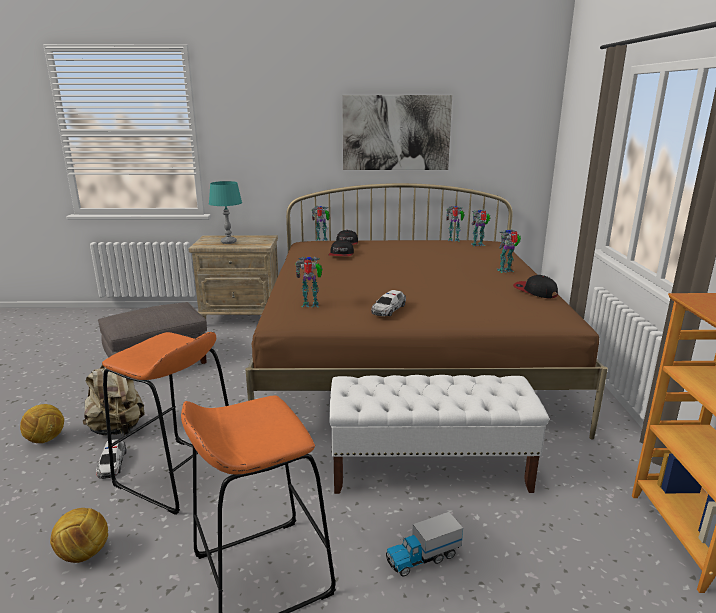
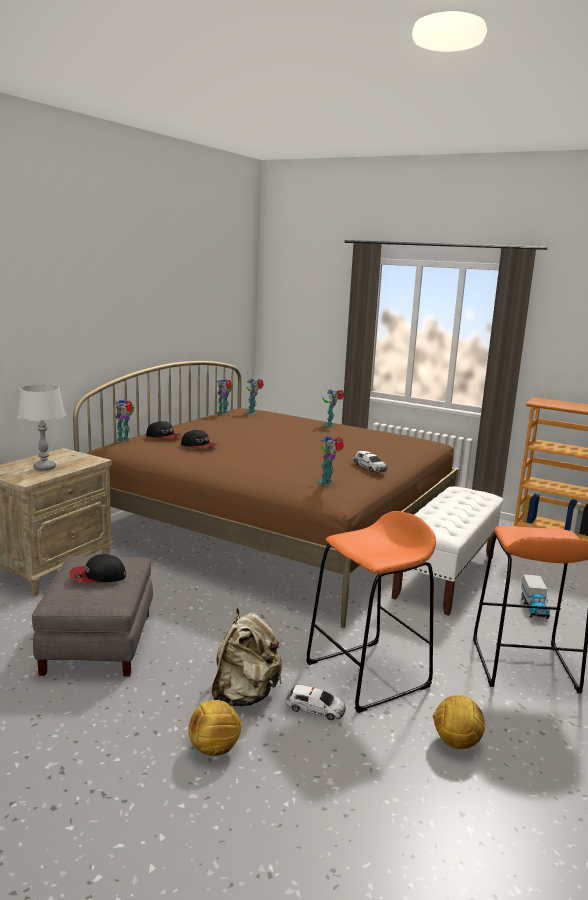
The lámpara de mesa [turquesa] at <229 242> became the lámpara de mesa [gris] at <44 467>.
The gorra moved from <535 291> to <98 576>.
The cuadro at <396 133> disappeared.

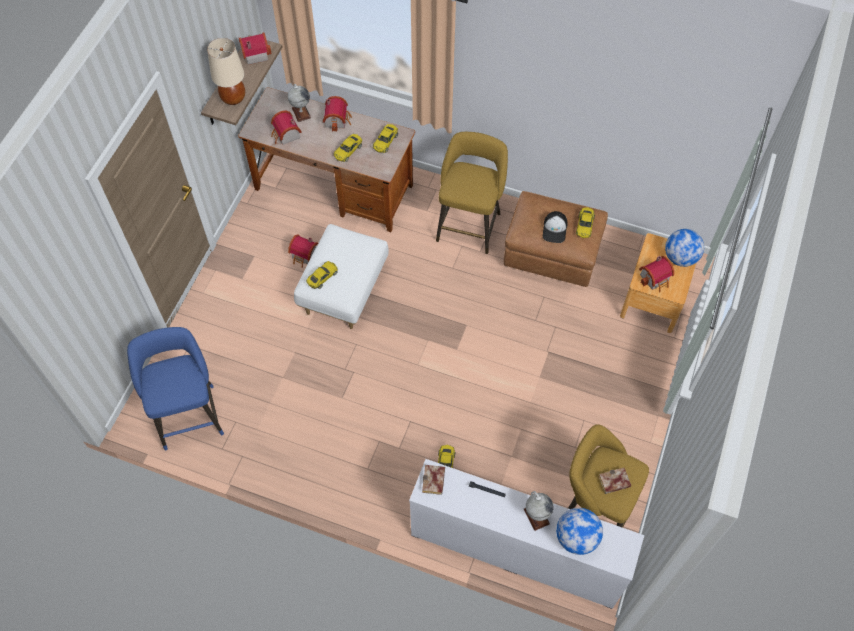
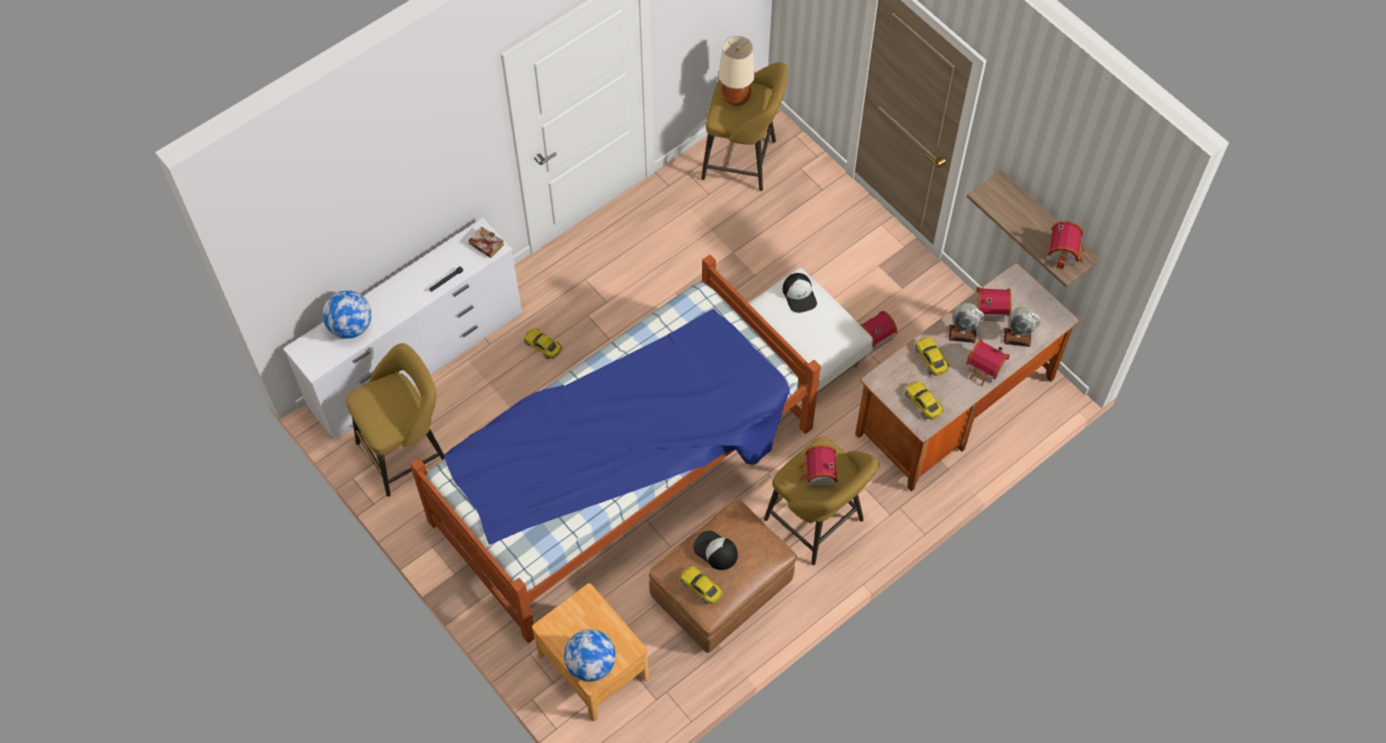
The cama at <624 476> appeared.
The taburete [azul] at <188 413> became the taburete [amarillo] at <744 161>.
The lámpara de mesa [beis] moved from <233 98> to <736 98>.
The coche de juguete [amarillo] at <322 277> was replaced by the gorra at <799 295>.
The casita moved from <655 279> to <818 474>.
The globo terráqueo moved from <536 516> to <962 333>.
The libro at <613 483> disappeared.

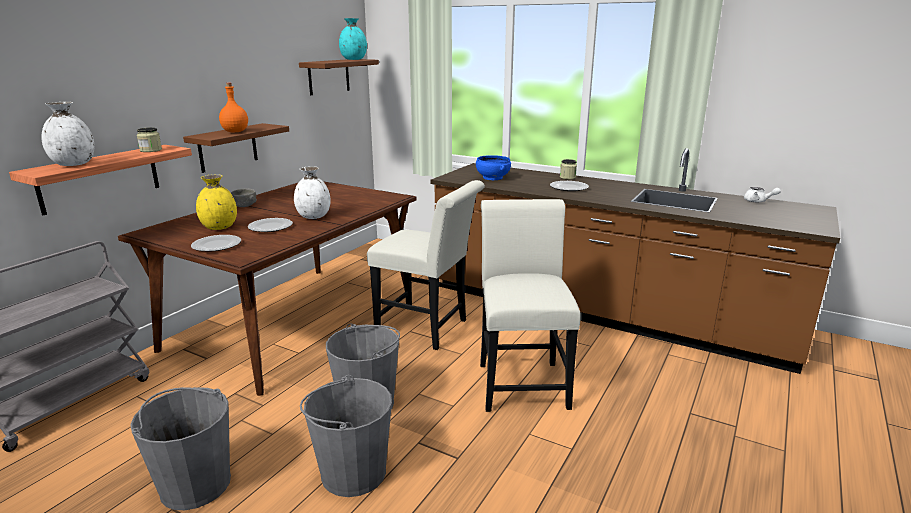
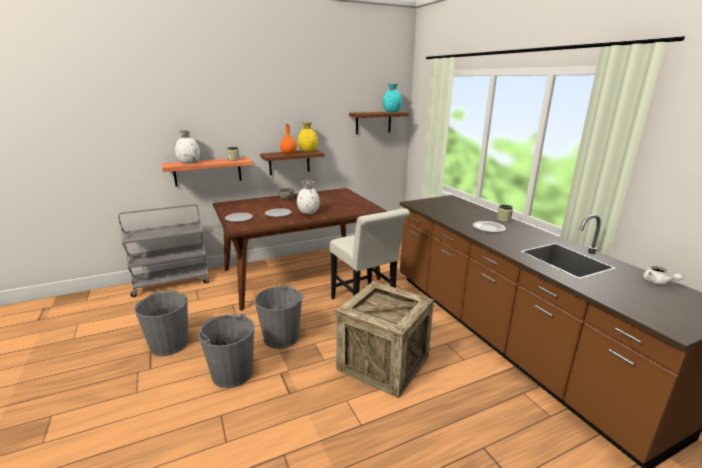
The florero [amarillo] moved from <219 227> to <308 151>.
The silla [blanco] at <521 381> was replaced by the caja de embalaje at <383 363>.
The cuenco [azul] at <492 178> disappeared.

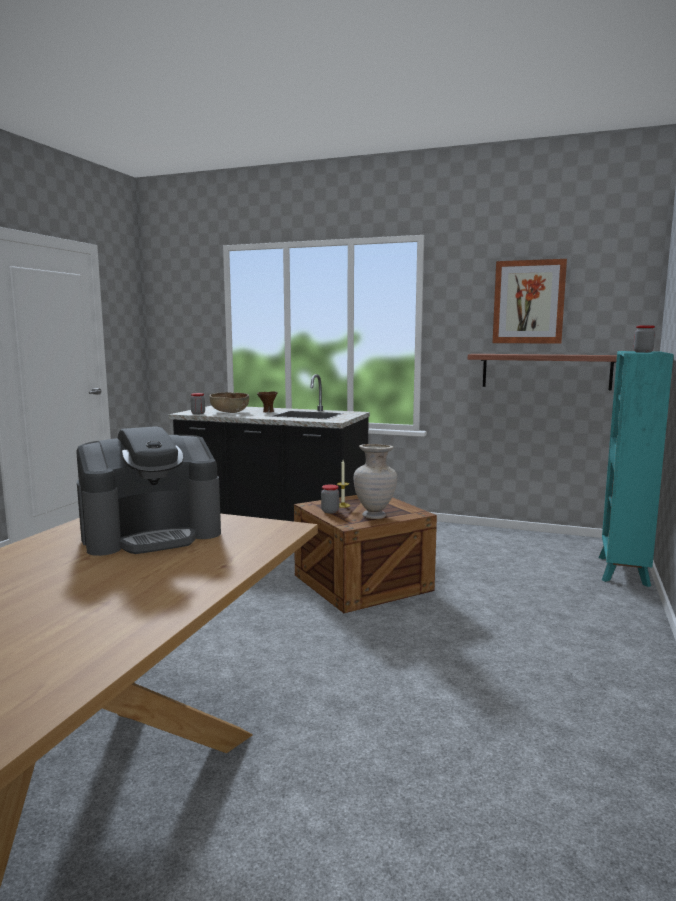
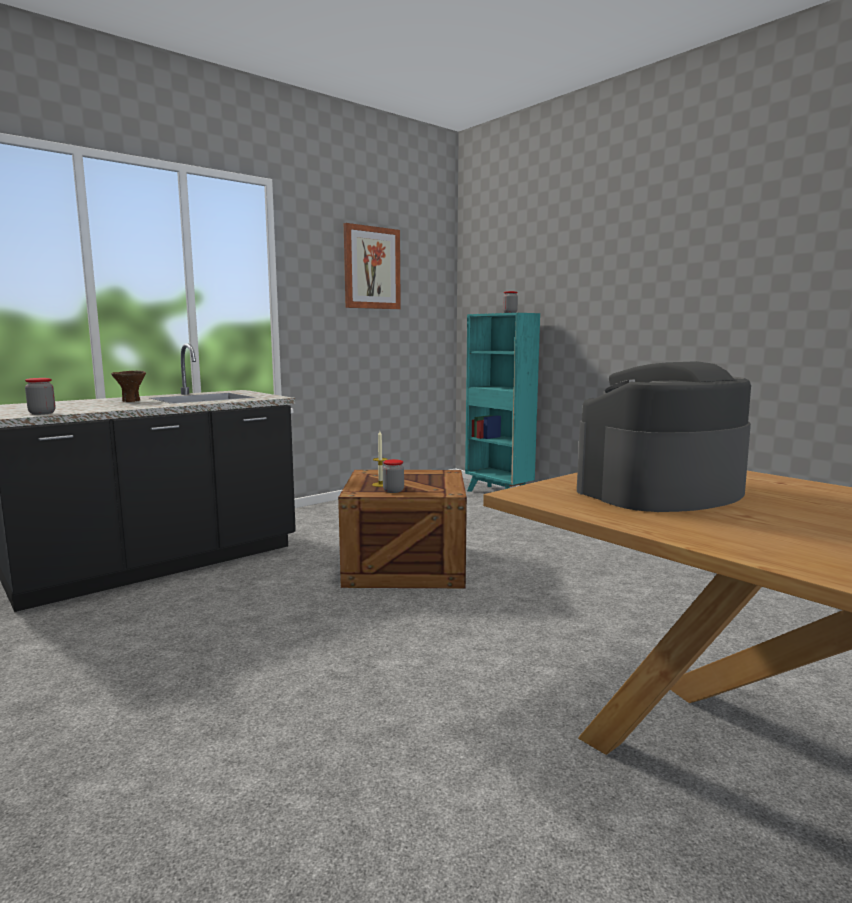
The cafetera at <152 534> turned 120 degrees counterclockwise.
The cuenco [marrón] at <230 412> disappeared.
The florero [beis] at <375 516> disappeared.
The estante at <546 371> disappeared.

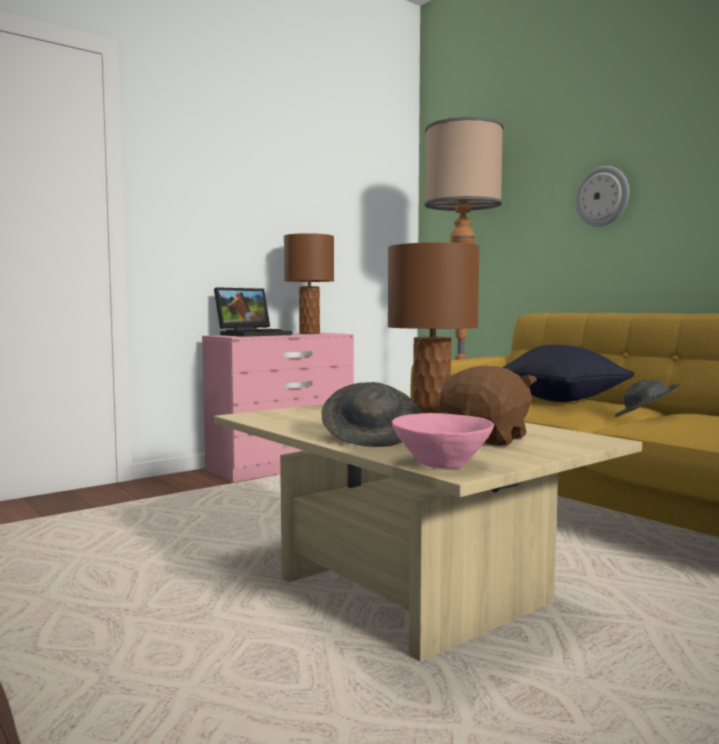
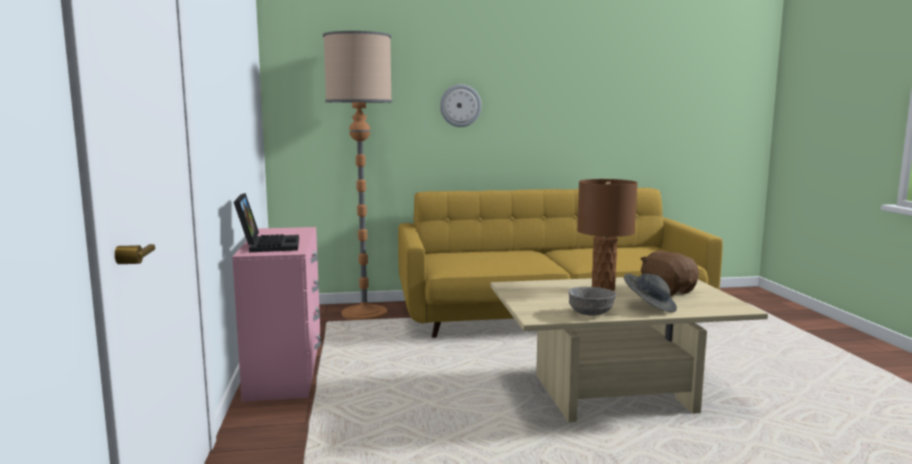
The cuenco [gris] at <590 314> appeared.
The lámpara de mesa [marrón] at <309 333> disappeared.
The cuenco [rosa] at <442 465> disappeared.
The cojín [negro] at <562 400> disappeared.
The sombrero [gris] at <646 418> disappeared.

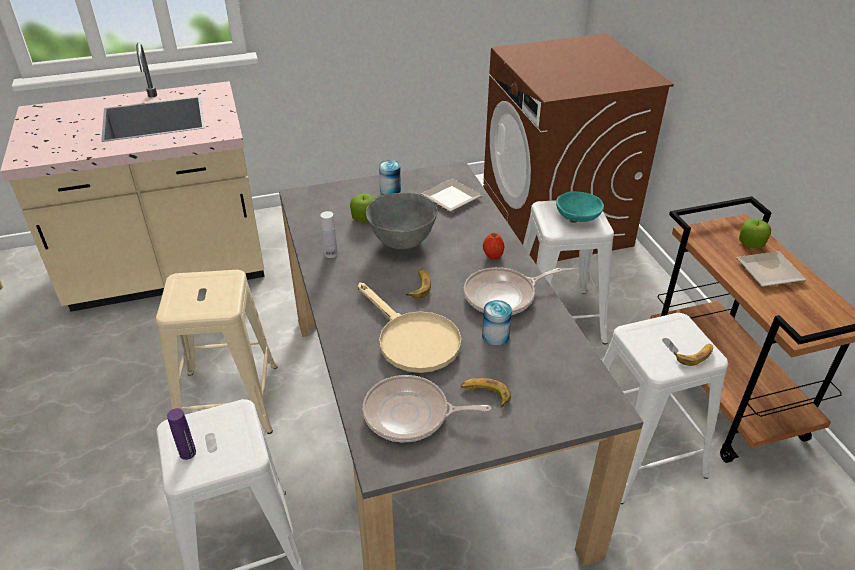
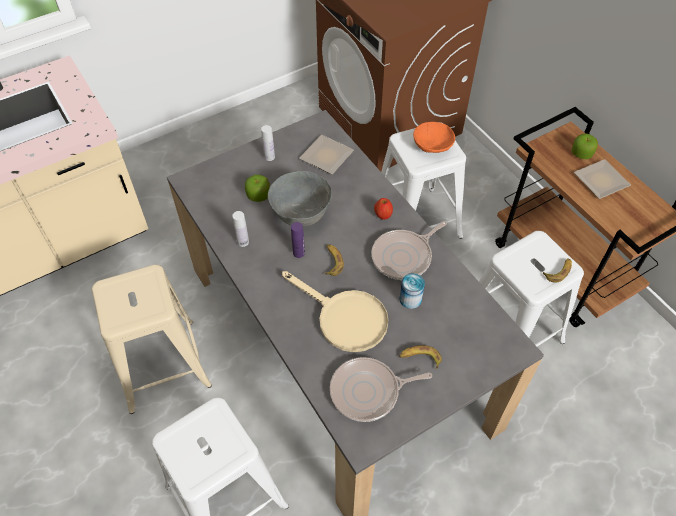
The lata at <390 189> was replaced by the botella [blanco] at <269 157>.
The botella [morado] moved from <187 453> to <298 253>.
The cuenco [turquesa] at <578 218> became the cuenco [naranja] at <433 147>.

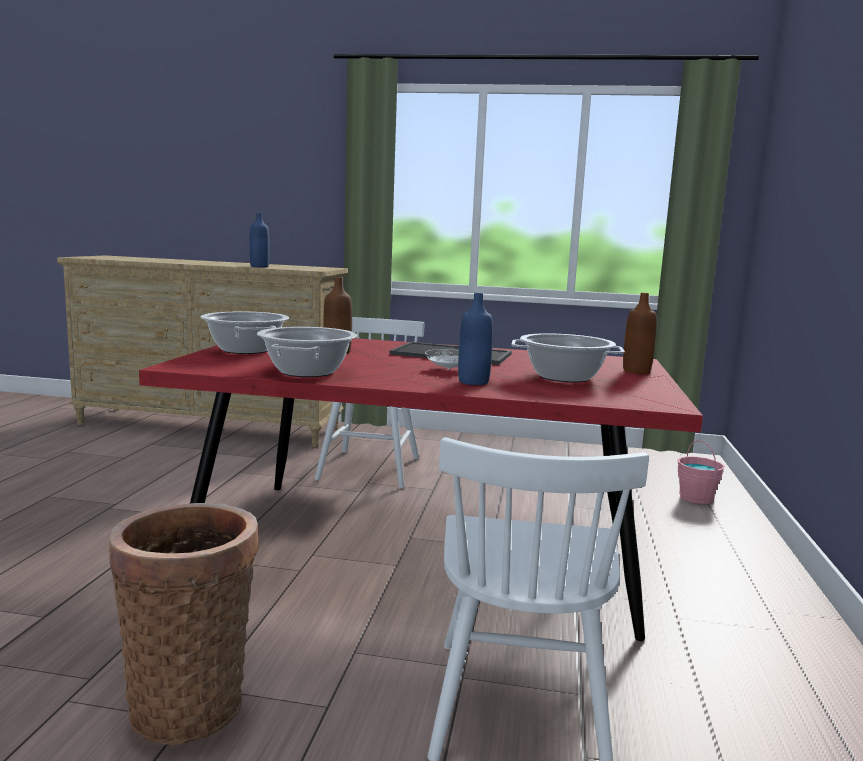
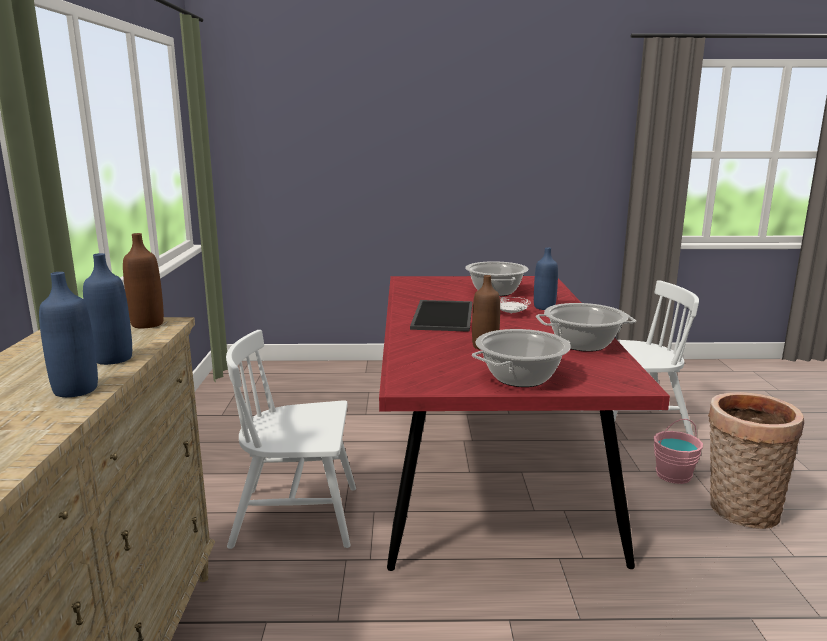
The botella [azul] at <76 390> appeared.
The botella [marrón] moved from <636 371> to <147 324>.
The cubo [rosa] moved from <695 498> to <673 475>.

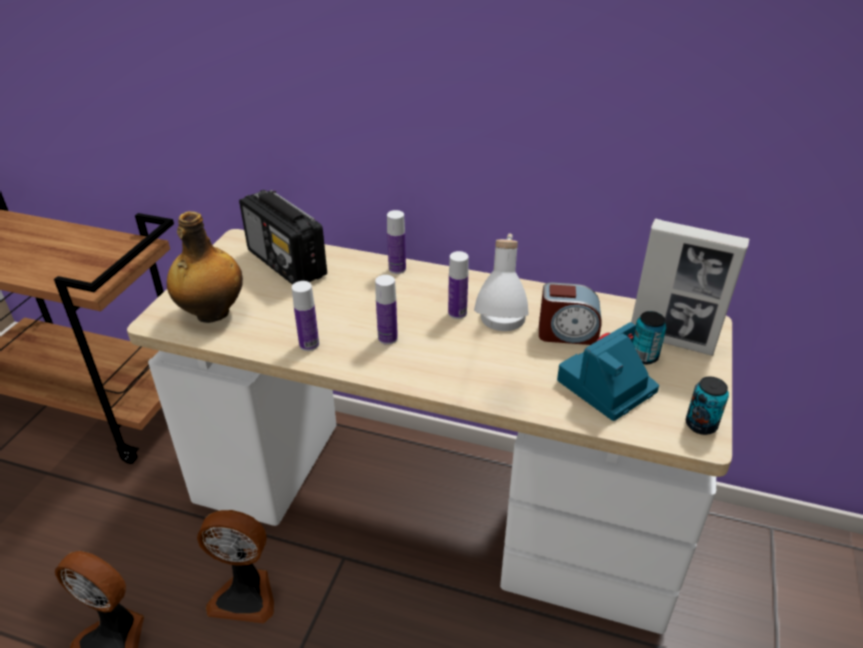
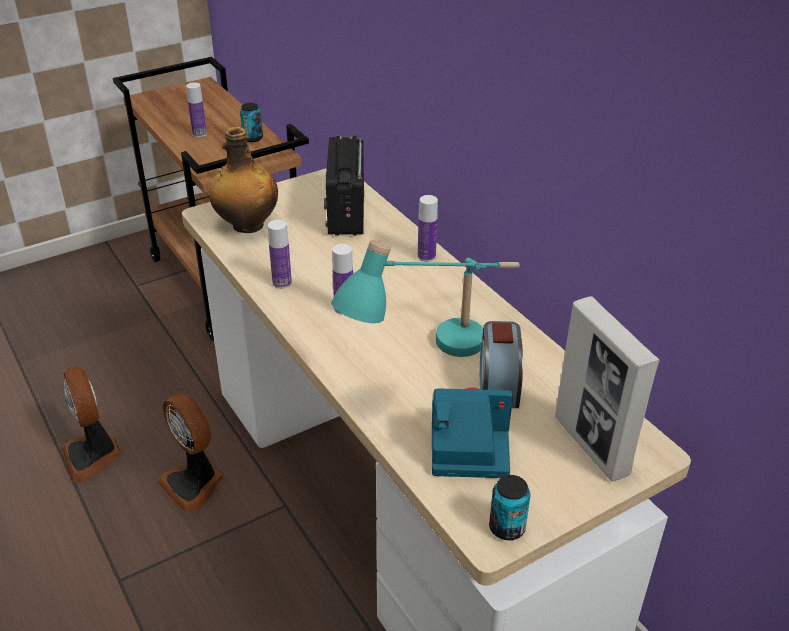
The botella moved from <457 313> to <199 134>.
The lata moved from <643 356> to <252 138>.
The lámpara de mesa [blanco] at <500 338> became the lámpara de mesa [turquesa] at <433 357>.
The despertador at <567 333> turned 45 degrees clockwise.

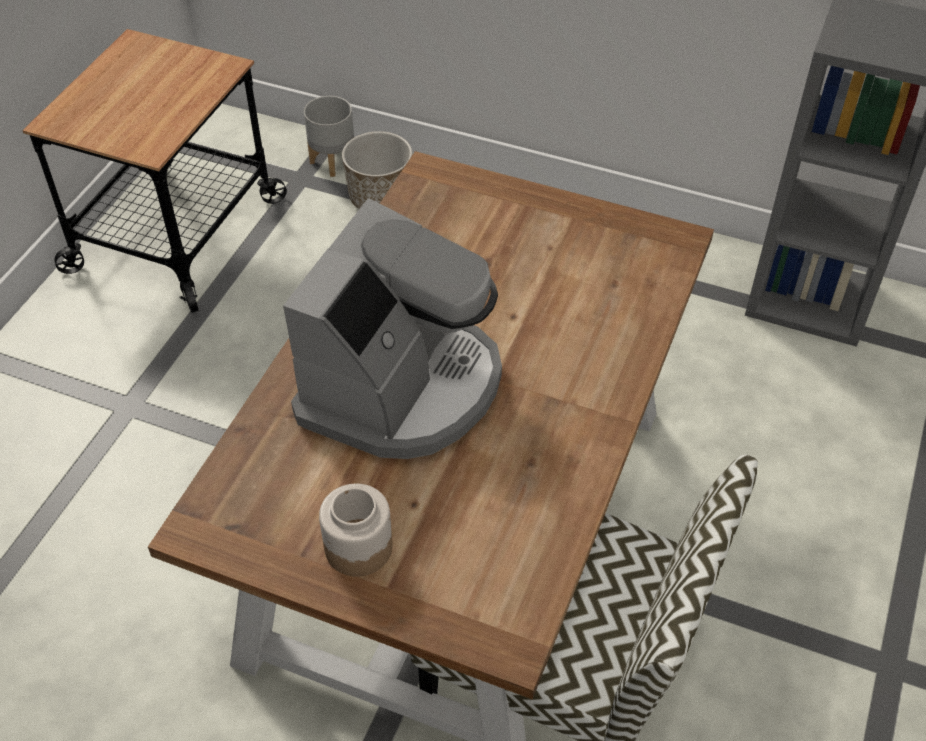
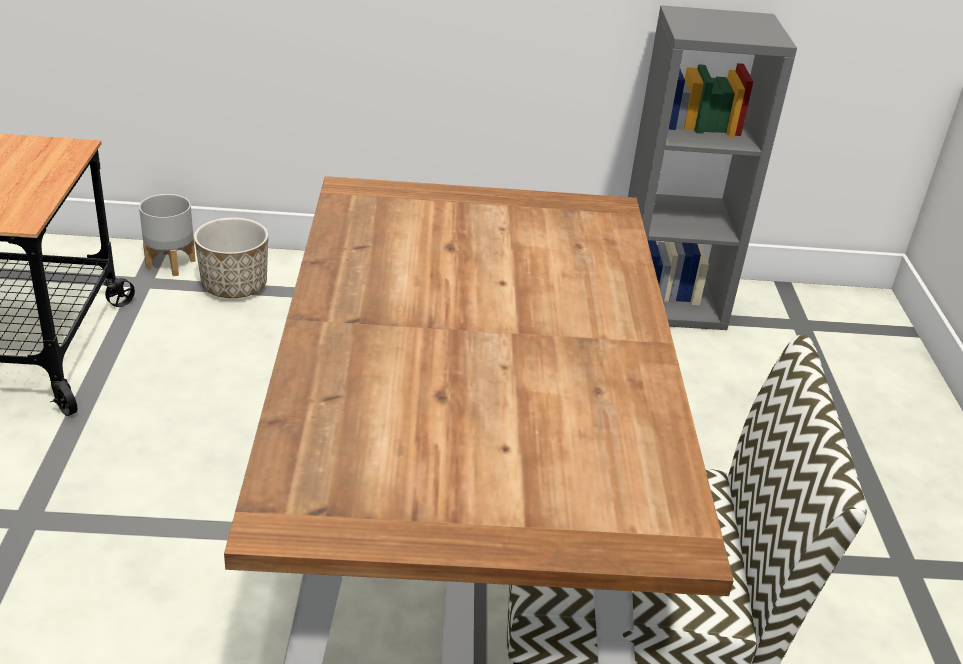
The cafetera at <403 387> disappeared.
The tarro at <358 547> disappeared.

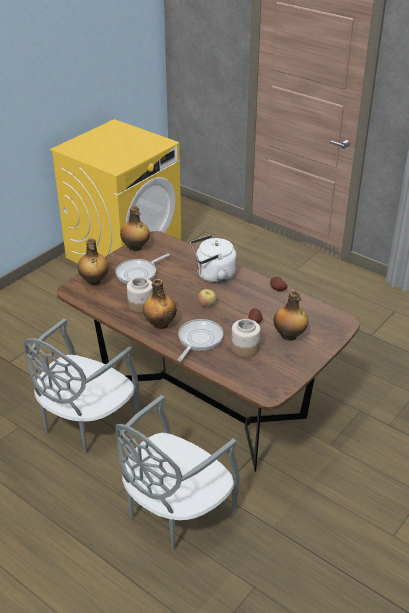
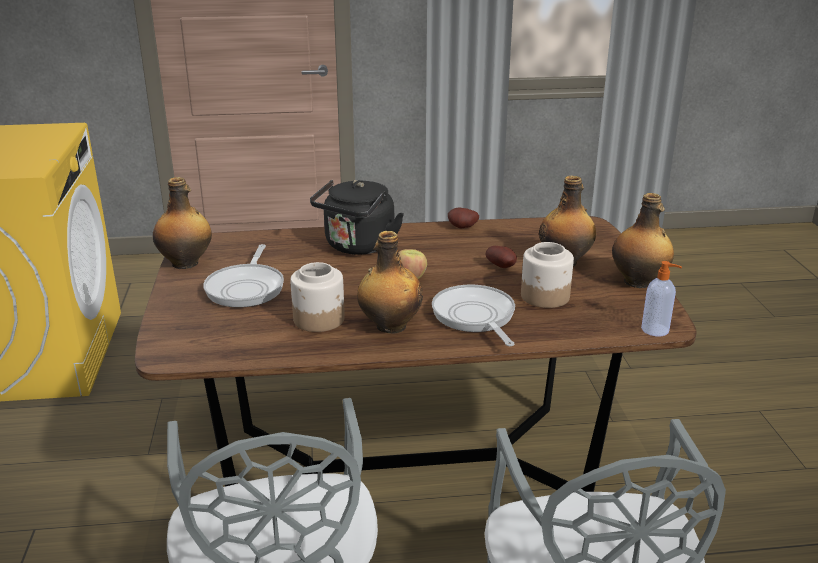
The hervidor [blanco] at <213 275> became the hervidor [negro] at <358 247>.
The botella moved from <94 281> to <638 282>.
The dispensador de jabón at <656 330> appeared.

